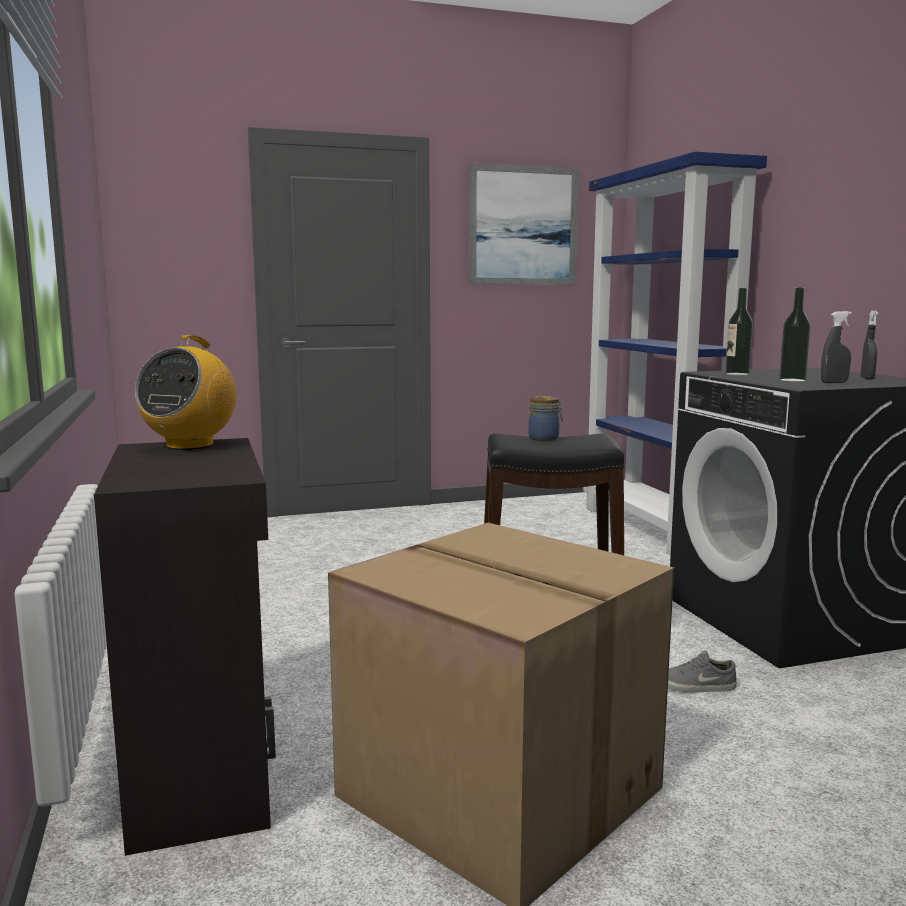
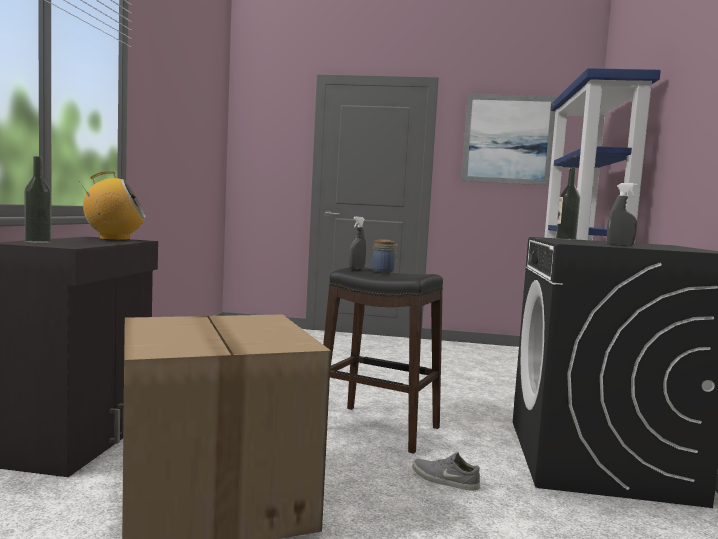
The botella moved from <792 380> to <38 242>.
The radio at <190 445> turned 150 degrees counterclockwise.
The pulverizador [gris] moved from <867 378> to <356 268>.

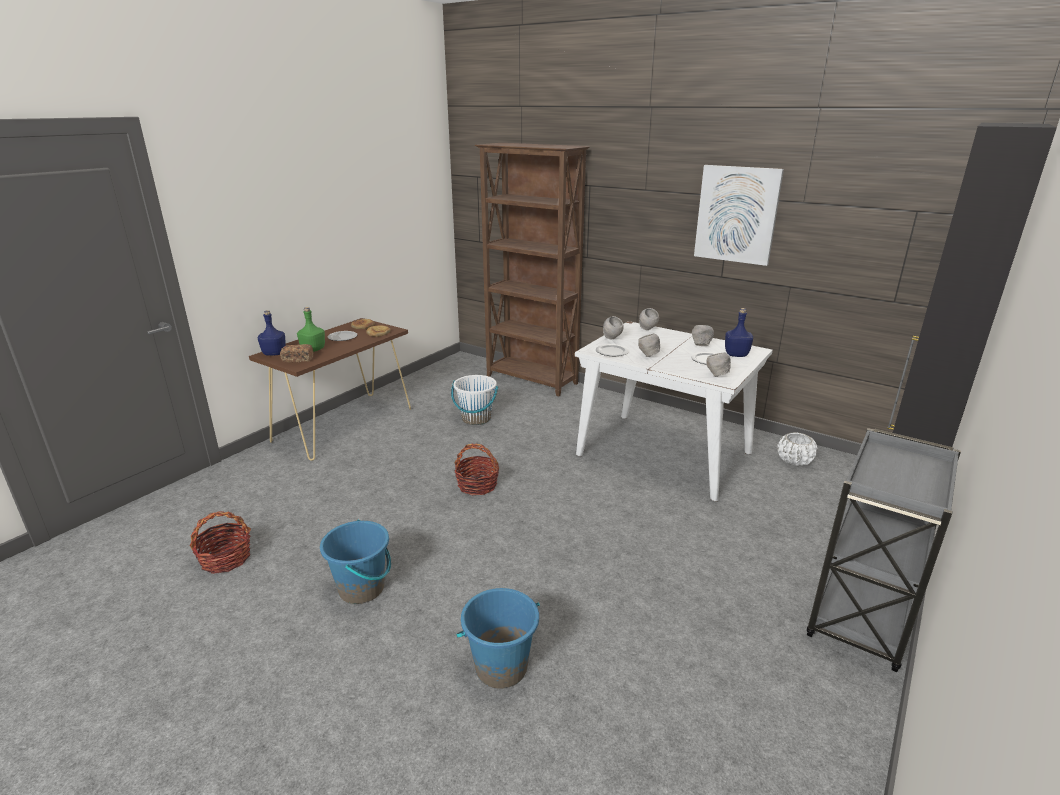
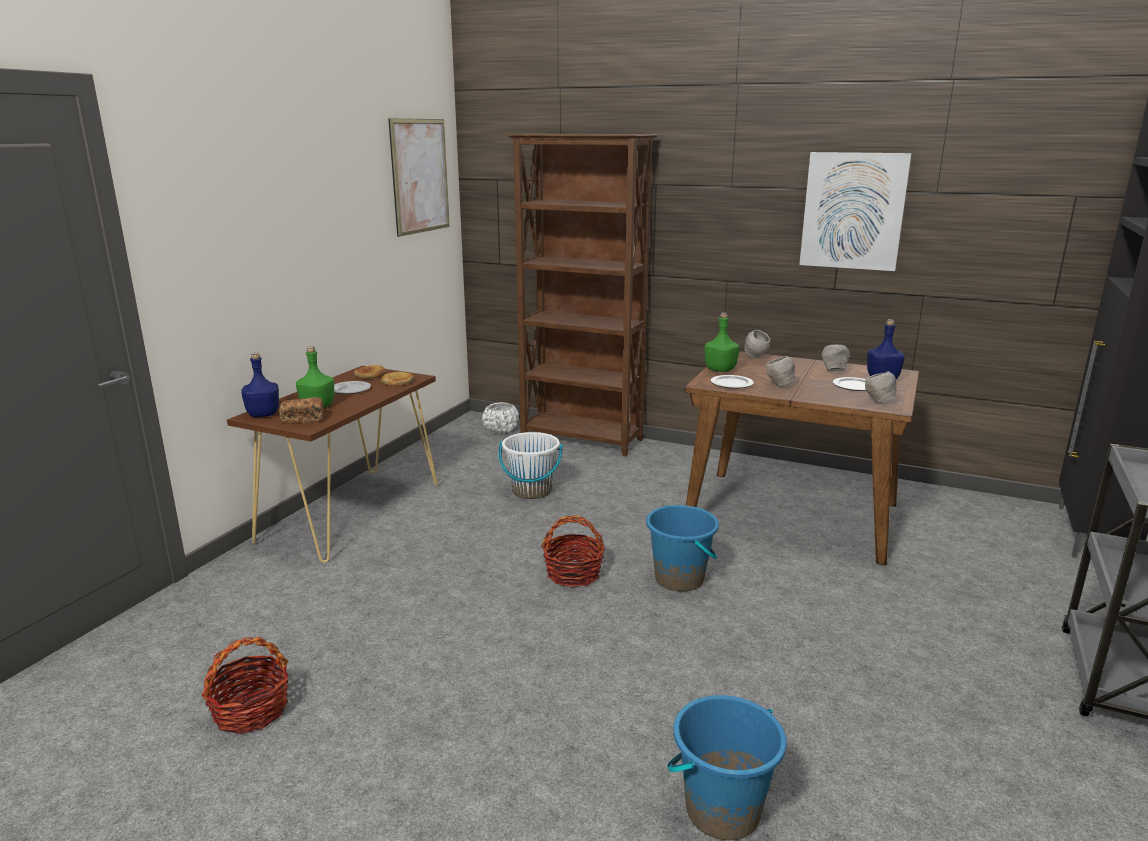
The cuadro at <420 176> appeared.
The maceta [blanco] moved from <794 460> to <501 429>.
The cubo [azul] moved from <362 588> to <679 579>.
The mesa de comedor [blanco] at <662 453> became the mesa de comedor [marrón] at <790 514>.
The cuenco [gris] at <612 339> was replaced by the botella [verde] at <720 369>.

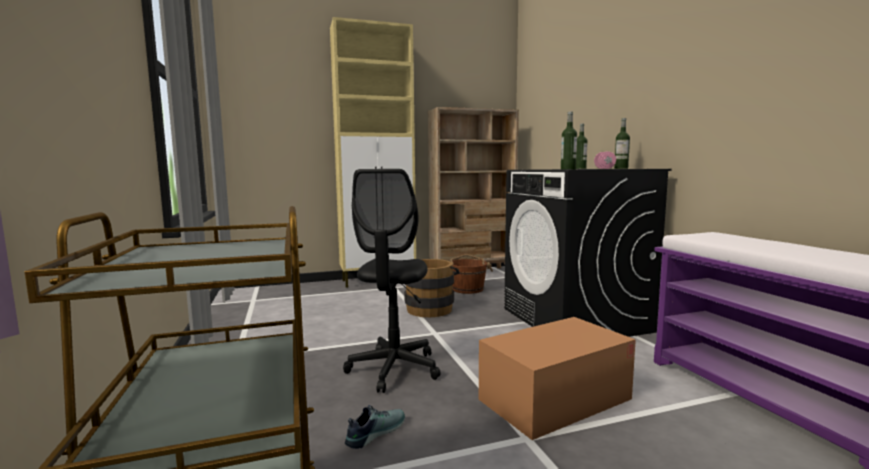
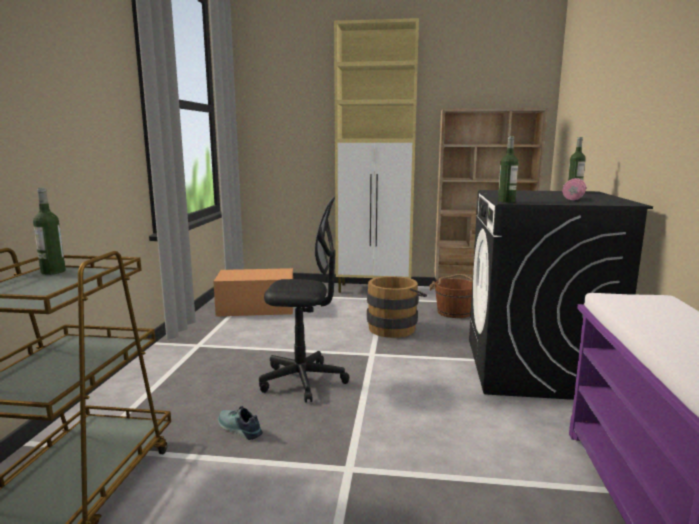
The botella moved from <621 168> to <53 272>.
The caja de cartón moved from <555 399> to <256 308>.
The zapato at <374 432> turned 120 degrees counterclockwise.
The silla de oficina [negro] at <394 369> turned 120 degrees counterclockwise.

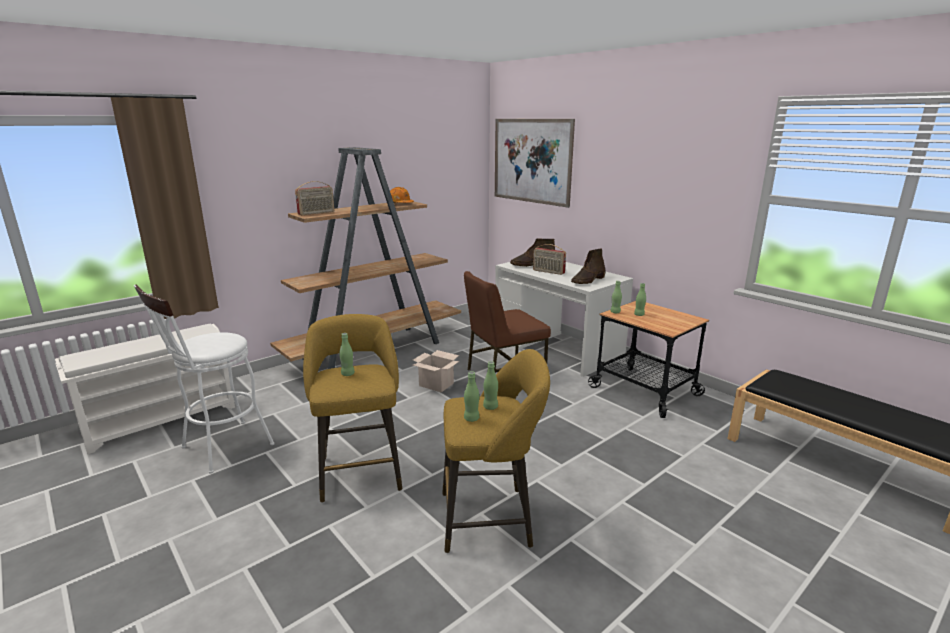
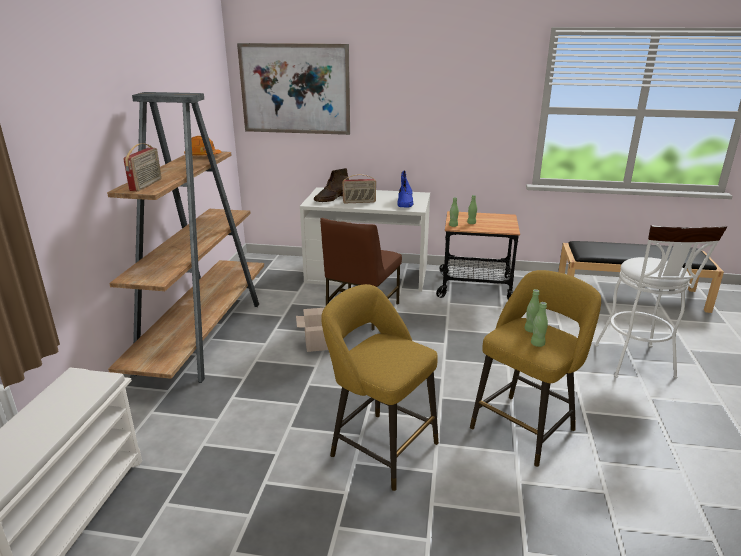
The bota [marrón] at <588 281> became the bota [azul] at <405 203>.
The taburete [blanco] moved from <220 449> to <636 364>.
The botella [verde] at <348 374> disappeared.

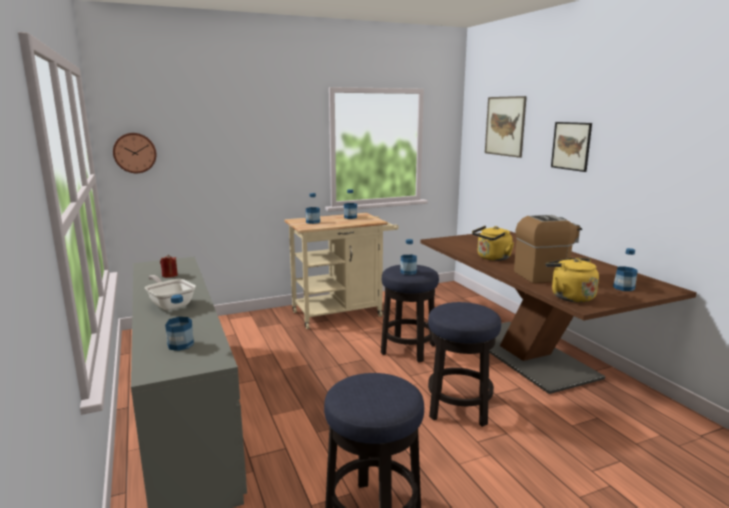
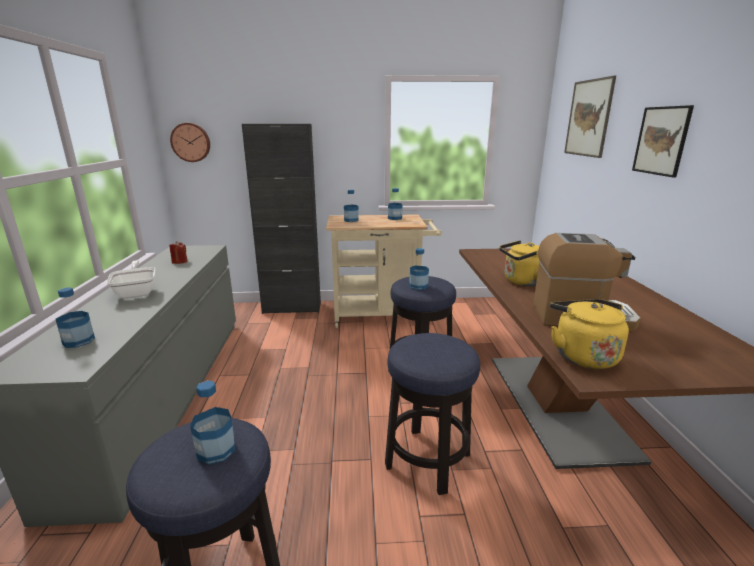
The botella moved from <623 288> to <216 450>.
The armario [negro] at <292 308> appeared.

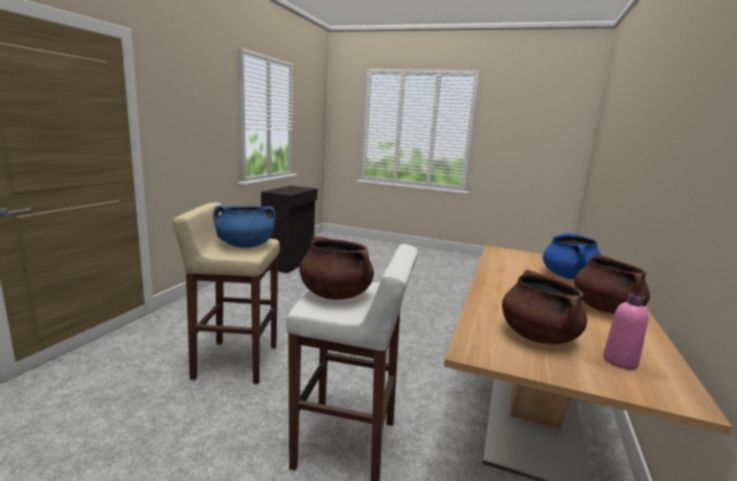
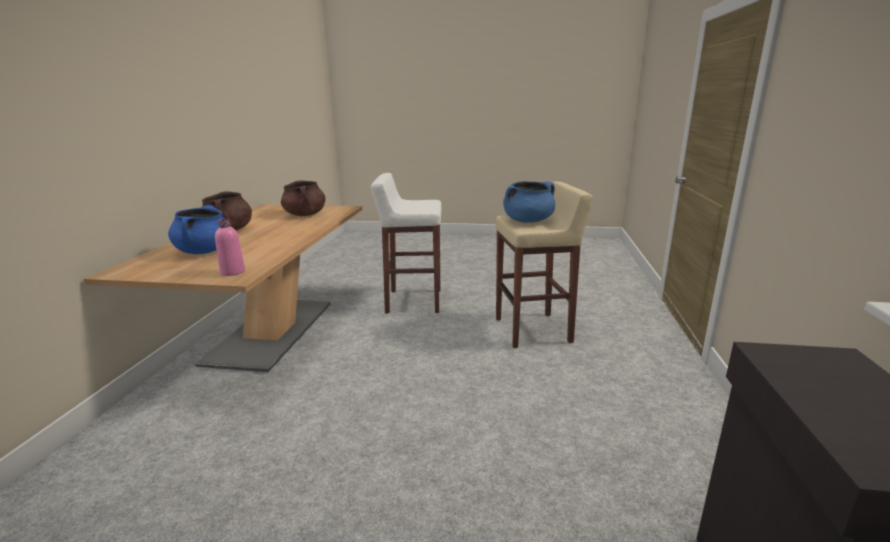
The botella [rosa] moved from <620 361> to <233 272>.
The olla [marrón] at <335 294> disappeared.

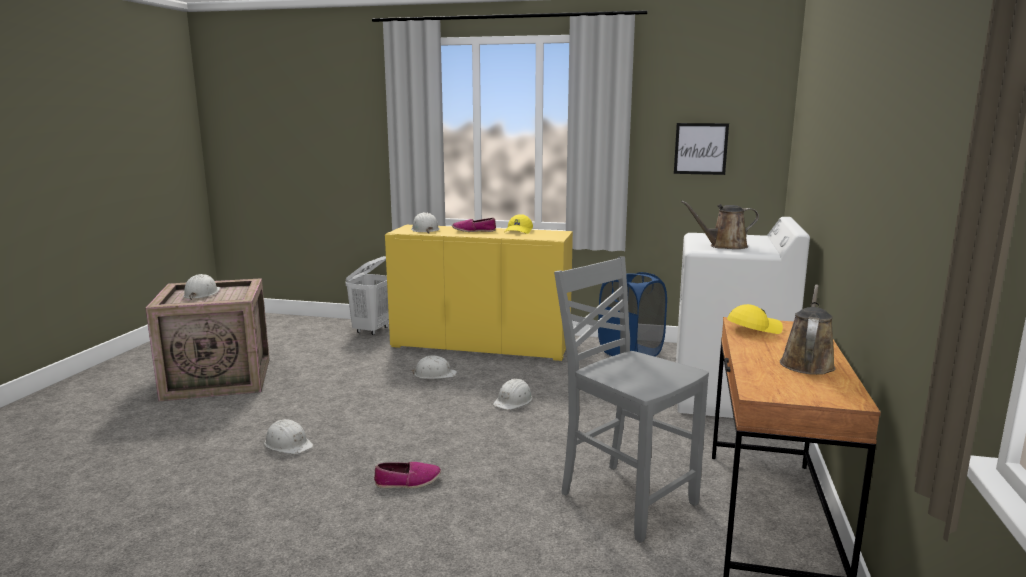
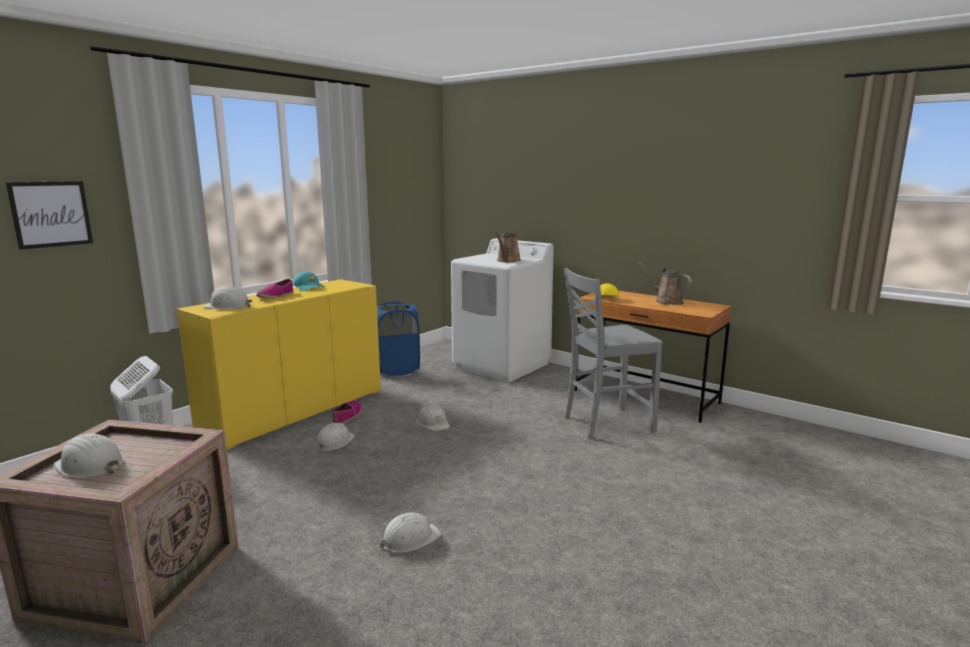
The cuadro moved from <700 148> to <51 214>.
The gorra [amarillo] at <519 231> became the gorra [turquesa] at <309 288>.
The zapato moved from <408 482> to <347 416>.

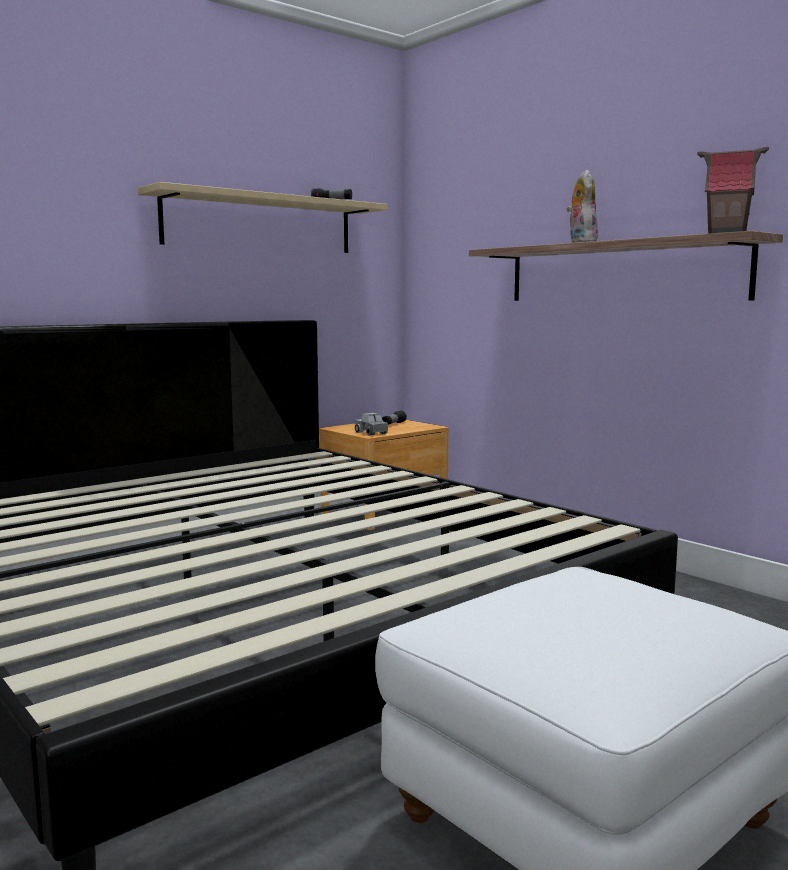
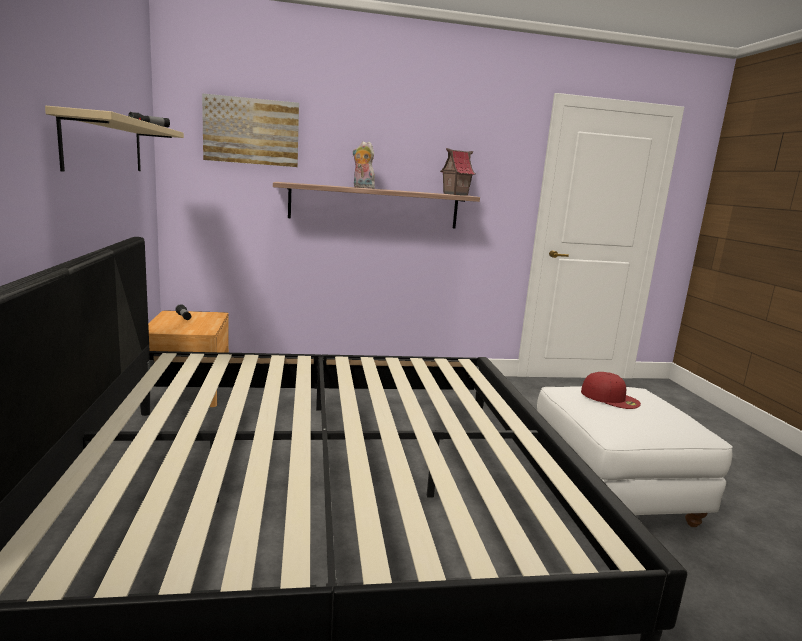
The cuadro at <251 131> appeared.
The gorra [rojo] at <610 397> appeared.
The camión de juguete at <371 433> disappeared.

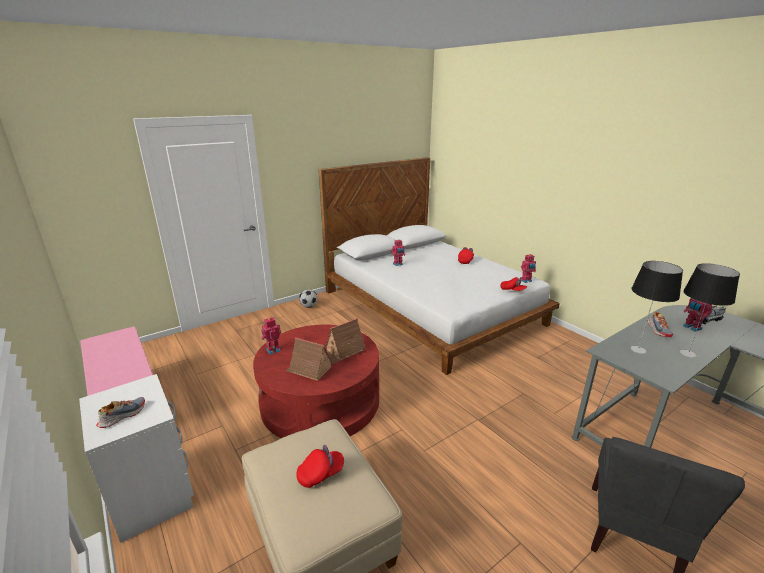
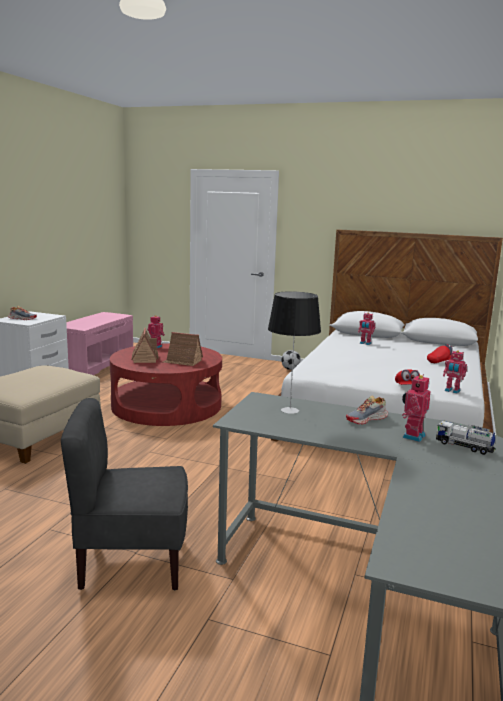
The gorra [rojo] at <320 474> disappeared.
The lámpara de mesa at <687 353> disappeared.

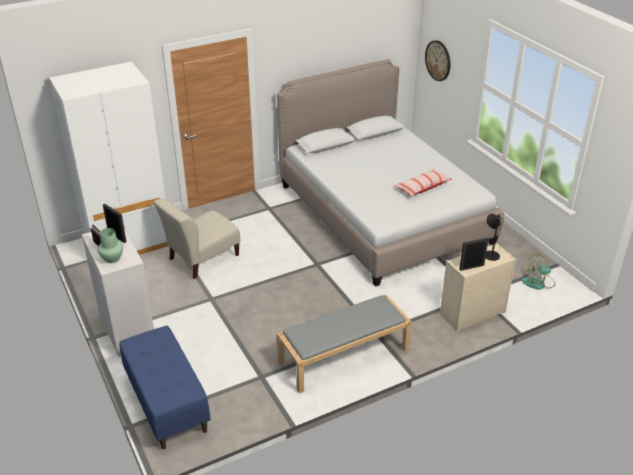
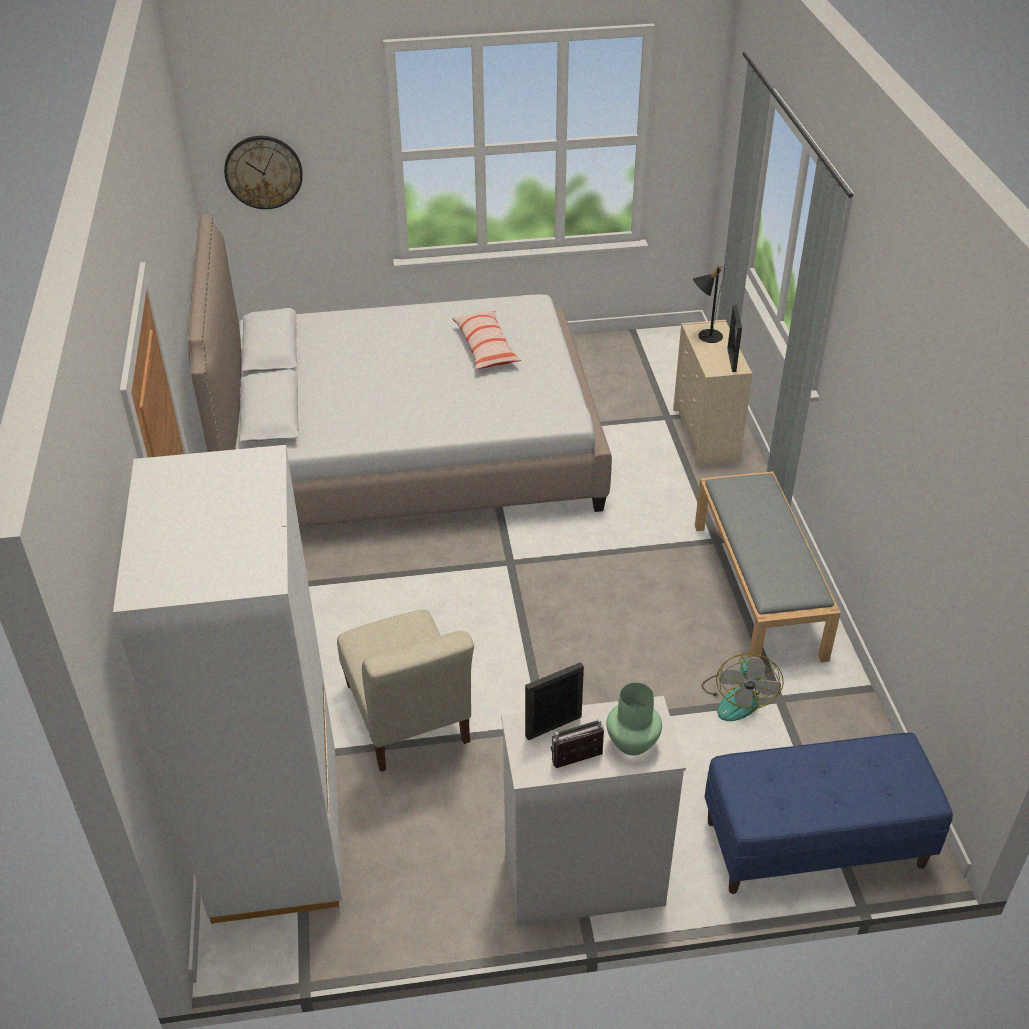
The ventilador moved from <538 283> to <737 698>.

